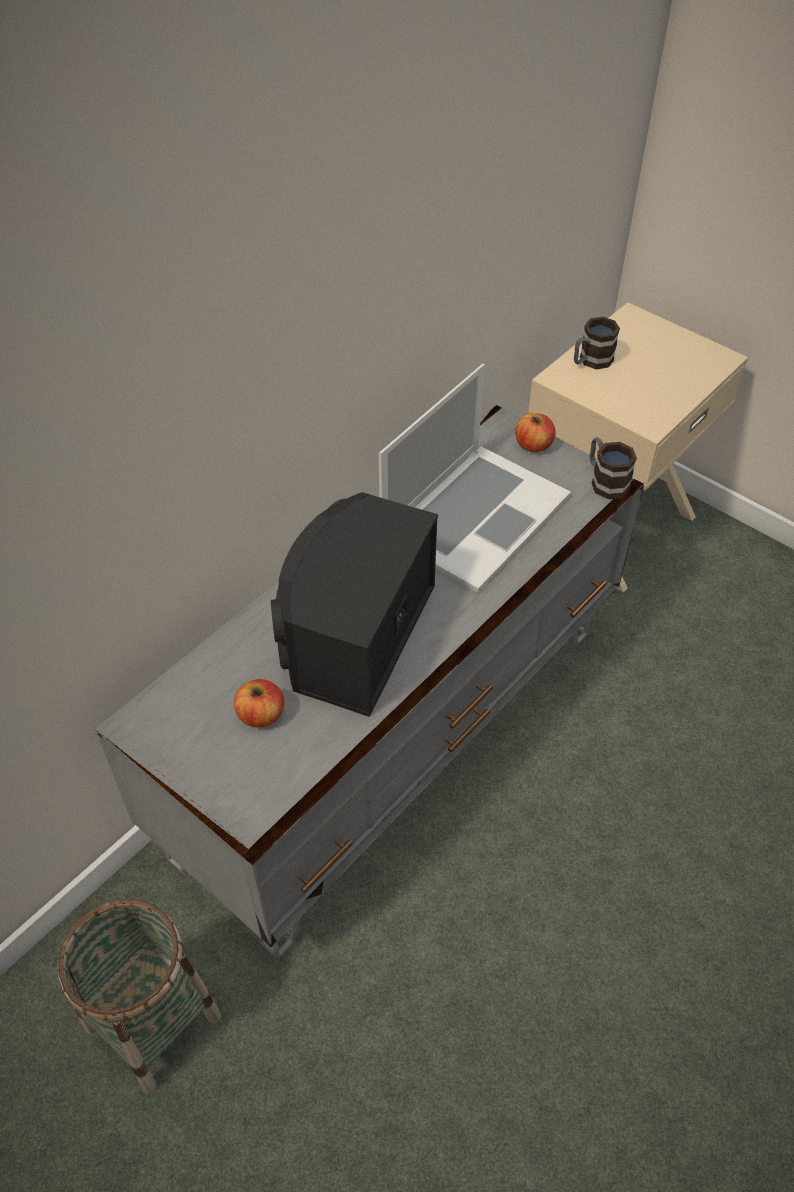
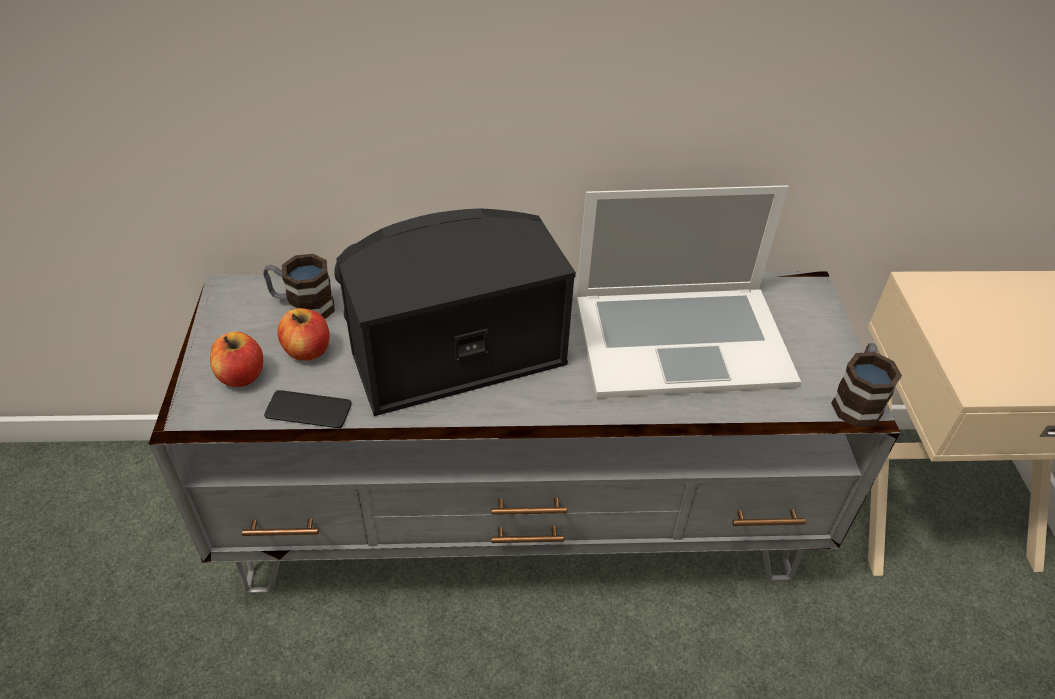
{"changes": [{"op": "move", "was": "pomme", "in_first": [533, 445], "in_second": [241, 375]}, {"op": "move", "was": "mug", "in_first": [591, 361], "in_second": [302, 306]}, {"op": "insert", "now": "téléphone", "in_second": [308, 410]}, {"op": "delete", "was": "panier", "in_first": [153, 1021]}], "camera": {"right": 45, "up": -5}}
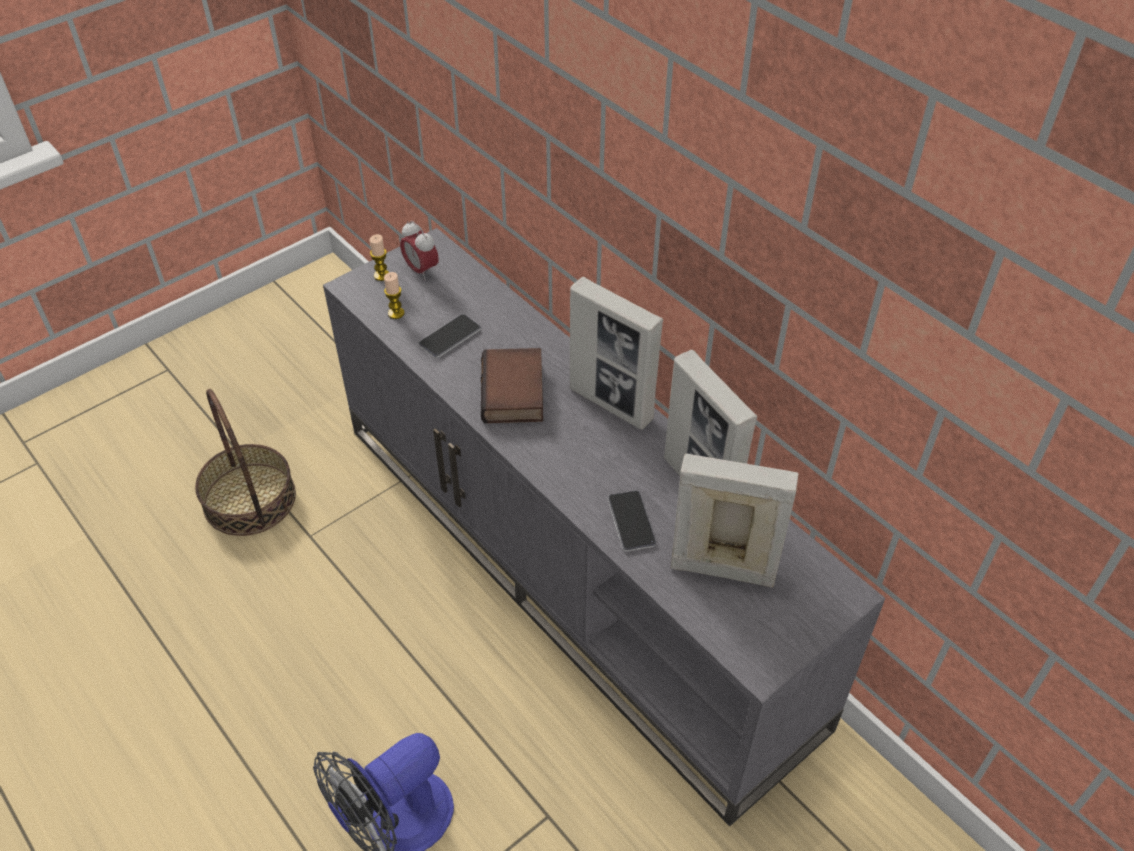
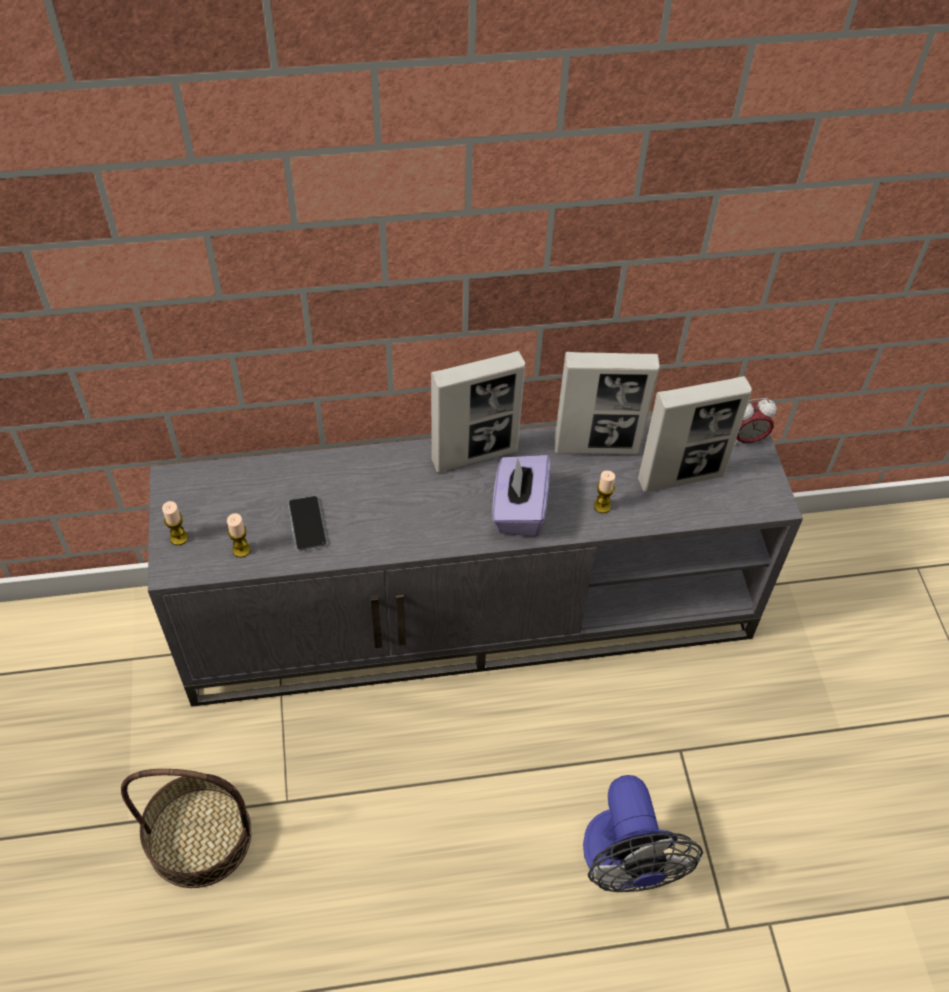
{"changes": [{"op": "insert", "now": "boîte à mouchoirs/violet", "in_second": [519, 510]}, {"op": "replace", "was": "téléphone", "now": "bougie", "in_first": [631, 521], "in_second": [602, 506]}, {"op": "rotate", "was": "cadre photo", "in_first": [722, 569], "in_second": [681, 477], "clockwise": -150}, {"op": "move", "was": "réveil", "in_first": [421, 270], "in_second": [746, 438]}, {"op": "delete", "was": "livre", "in_first": [515, 393]}], "camera": {"right": -60, "up": 5}}
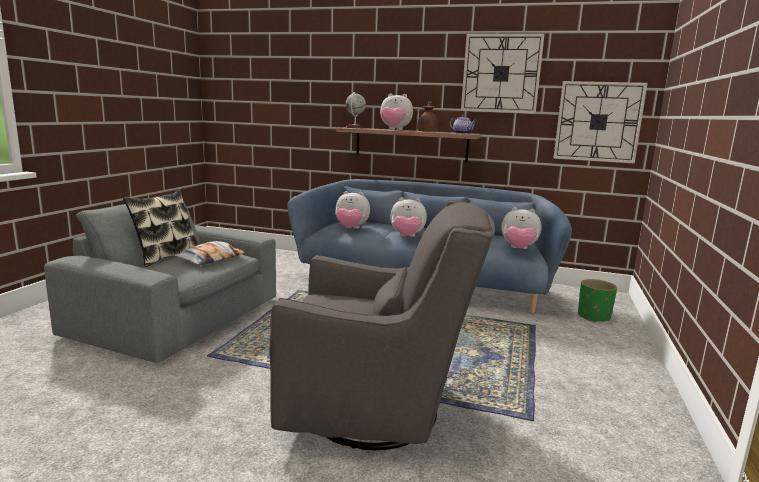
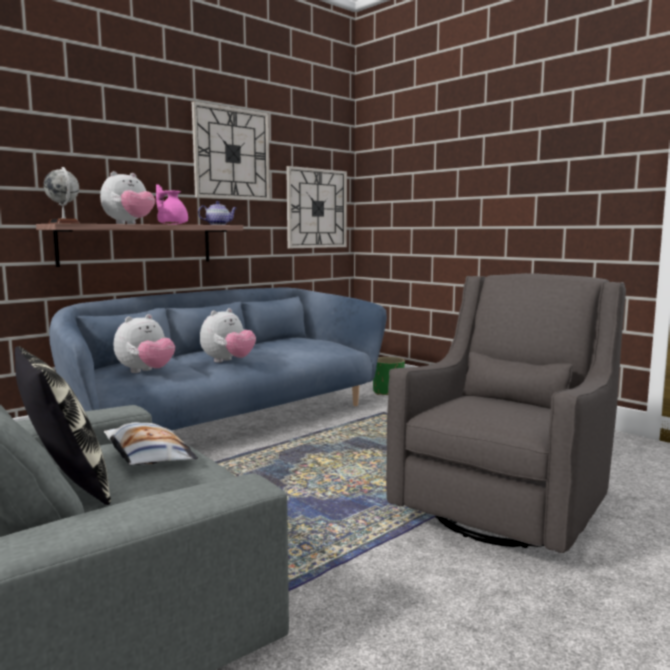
{"changes": [{"op": "recolor", "was": "théière/marron", "now": "théière/rose", "in_first": [428, 131], "in_second": [172, 224]}, {"op": "delete", "was": "peluche", "in_first": [518, 249]}], "camera": {"right": -60, "up": -5}}
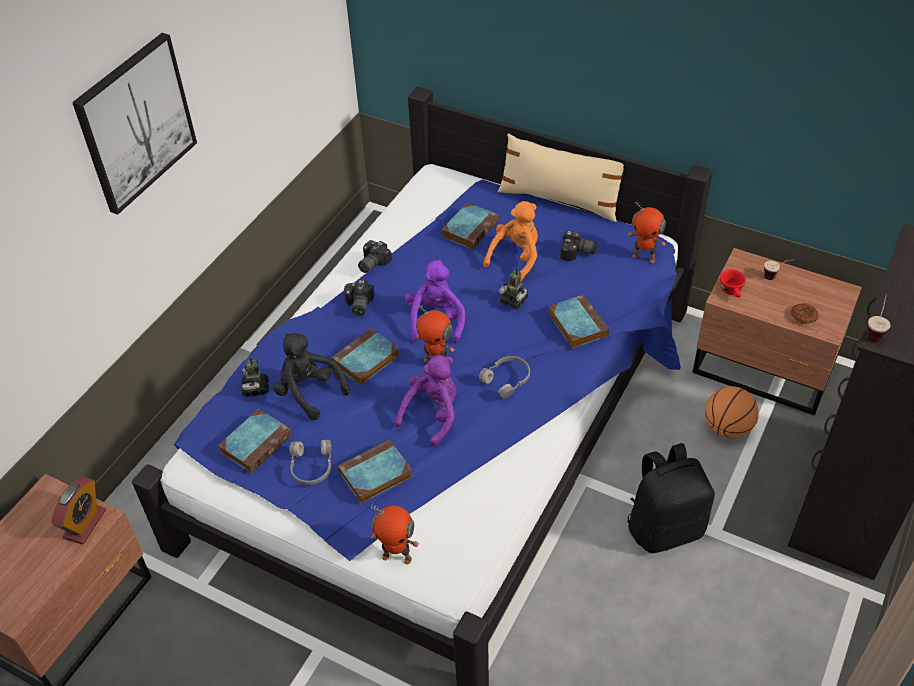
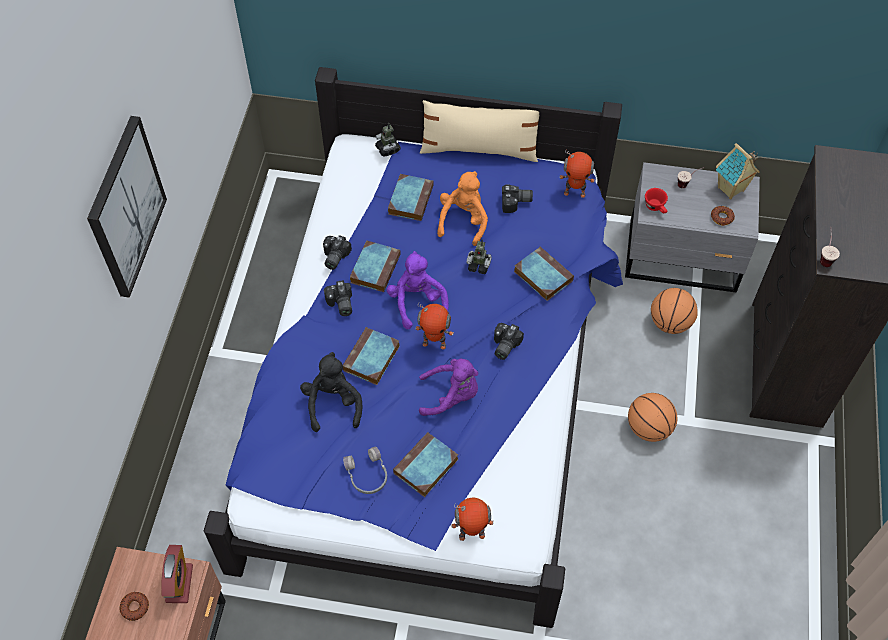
{"changes": [{"op": "insert", "now": "beignet", "in_second": [135, 607]}, {"op": "rotate", "was": "peluche/noir", "in_first": [309, 392], "in_second": [333, 403], "clockwise": 60}, {"op": "move", "was": "livre", "in_first": [256, 443], "in_second": [375, 268]}, {"op": "move", "was": "robot jouet", "in_first": [256, 388], "in_second": [388, 149]}, {"op": "rotate", "was": "peluche/violet", "in_first": [433, 415], "in_second": [451, 396], "clockwise": 75}, {"op": "replace", "was": "casque audio/gris", "now": "appareil photo", "in_first": [507, 380], "in_second": [503, 346]}, {"op": "recolor", "was": "table de chevet/marron", "now": "table de chevet/gris", "in_first": [765, 369], "in_second": [684, 258]}, {"op": "replace", "was": "sac à dos/noir", "now": "ballon de basket", "in_first": [665, 527], "in_second": [648, 428]}, {"op": "insert", "now": "maison miniature", "in_second": [731, 190]}], "camera": {"right": -20, "up": 10}}
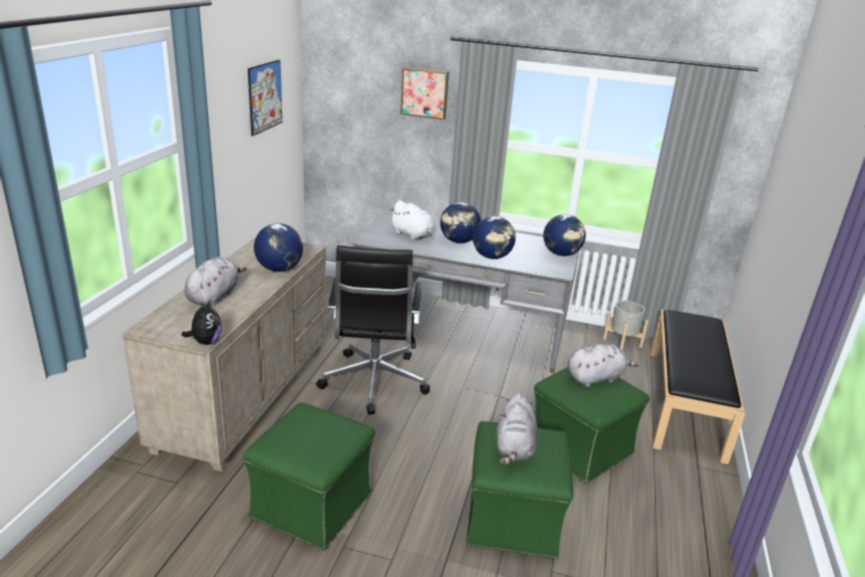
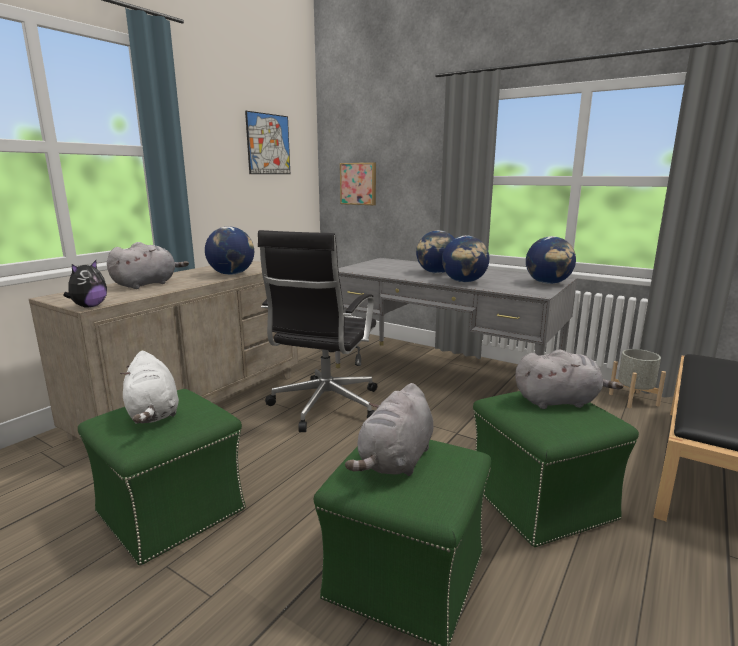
{"changes": [{"op": "move", "was": "peluche/blanc", "in_first": [413, 235], "in_second": [153, 414]}, {"op": "move", "was": "tableau", "in_first": [425, 92], "in_second": [359, 184]}], "camera": {"right": 20, "up": -10}}
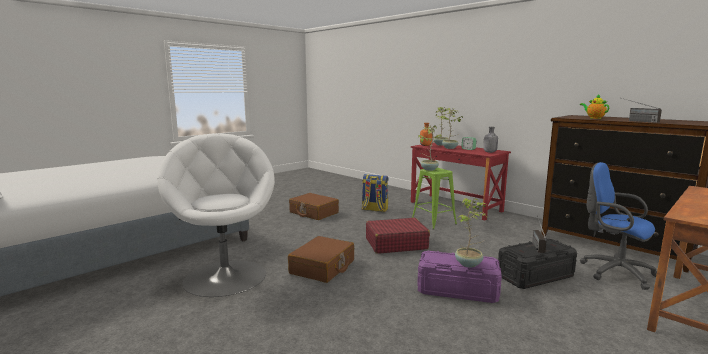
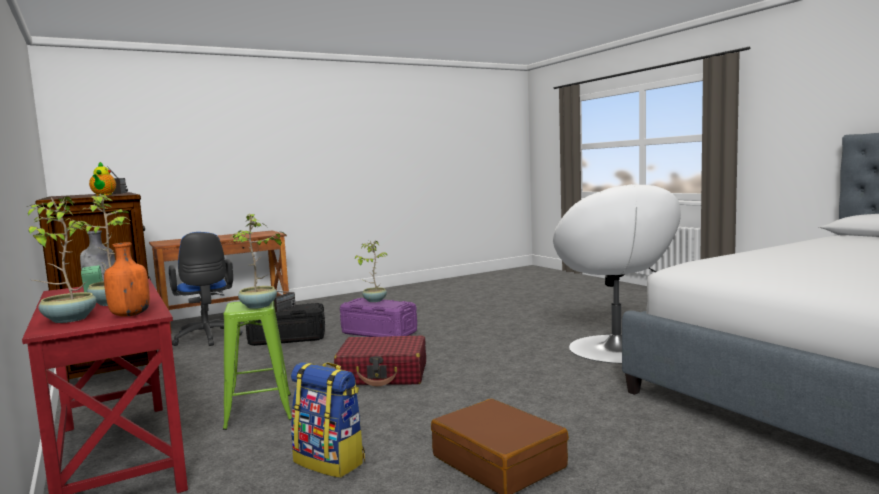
{"changes": [{"op": "delete", "was": "valise/marron", "in_first": [323, 267]}], "camera": {"right": -165, "up": -5}}
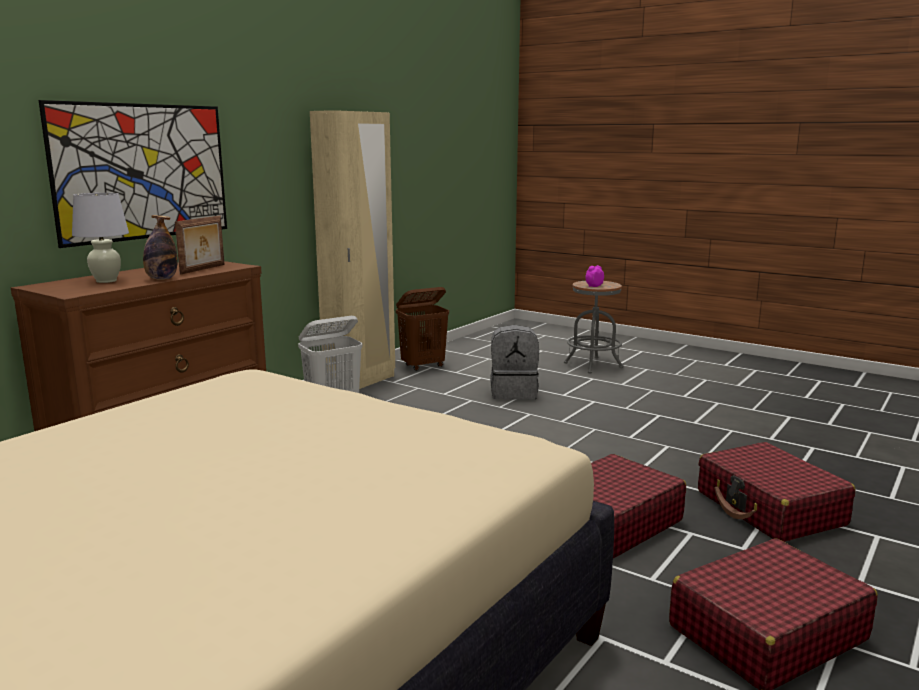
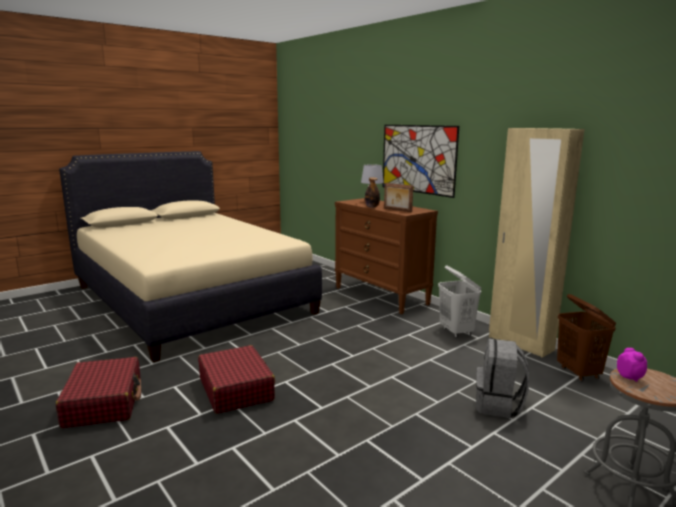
{"changes": [{"op": "delete", "was": "valise/rouge", "in_first": [770, 508]}], "camera": {"right": 105, "up": 0}}
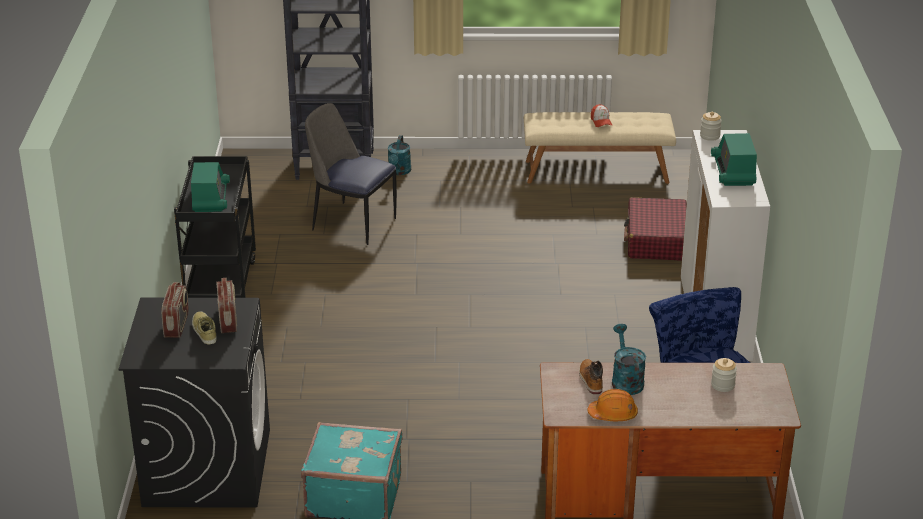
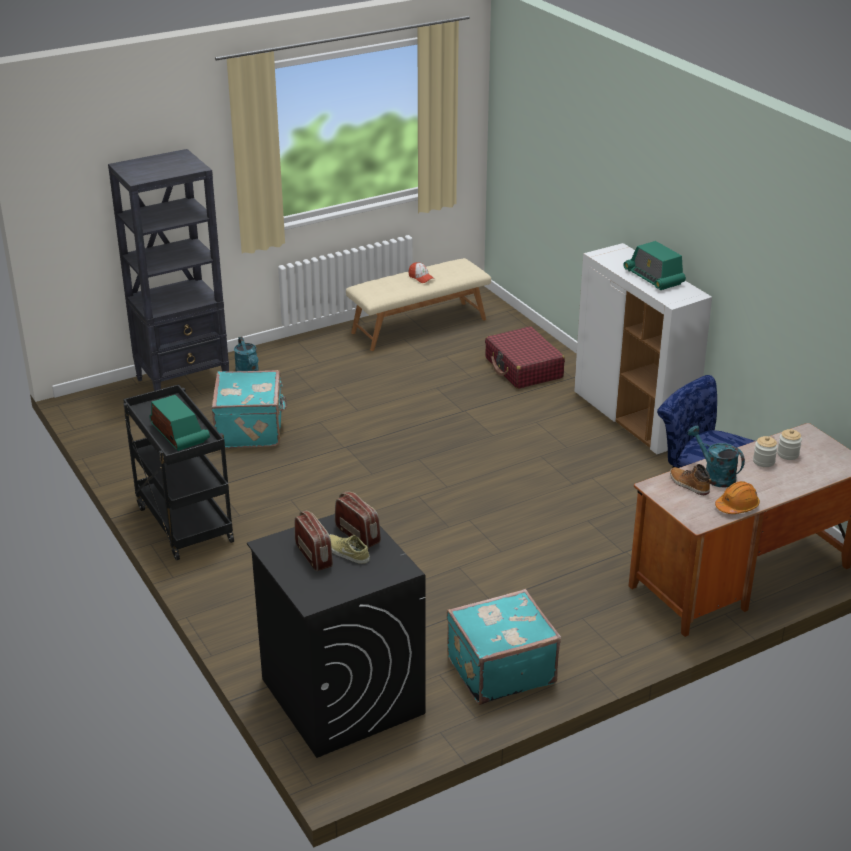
{"changes": [{"op": "replace", "was": "chaise", "now": "valise/turquoise", "in_first": [352, 223], "in_second": [251, 429]}, {"op": "move", "was": "bocal", "in_first": [709, 136], "in_second": [763, 461]}], "camera": {"right": -30, "up": 0}}
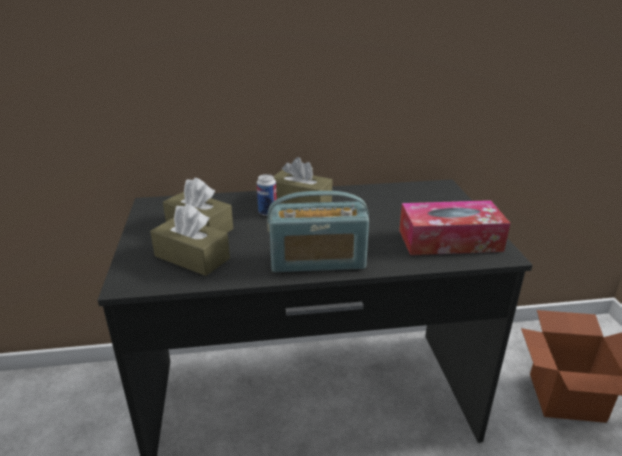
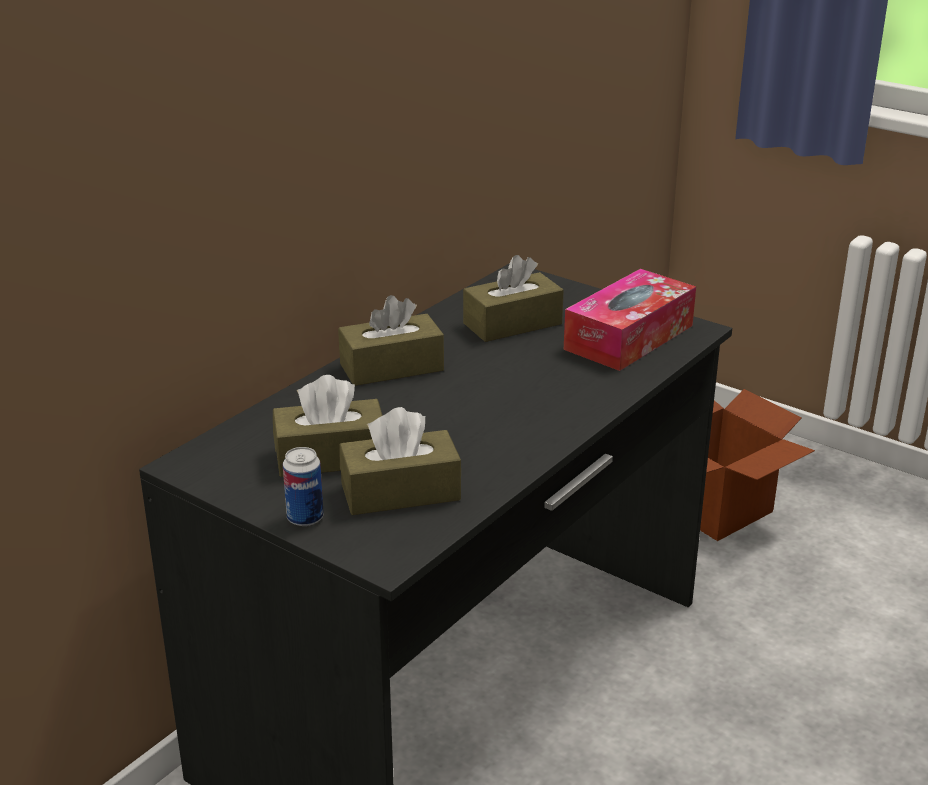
{"changes": [{"op": "move", "was": "boîte métallique", "in_first": [267, 212], "in_second": [305, 518]}, {"op": "insert", "now": "boîte à mouchoirs/marron", "in_second": [512, 324]}, {"op": "delete", "was": "radio", "in_first": [317, 260]}], "camera": {"right": -45, "up": 0}}
